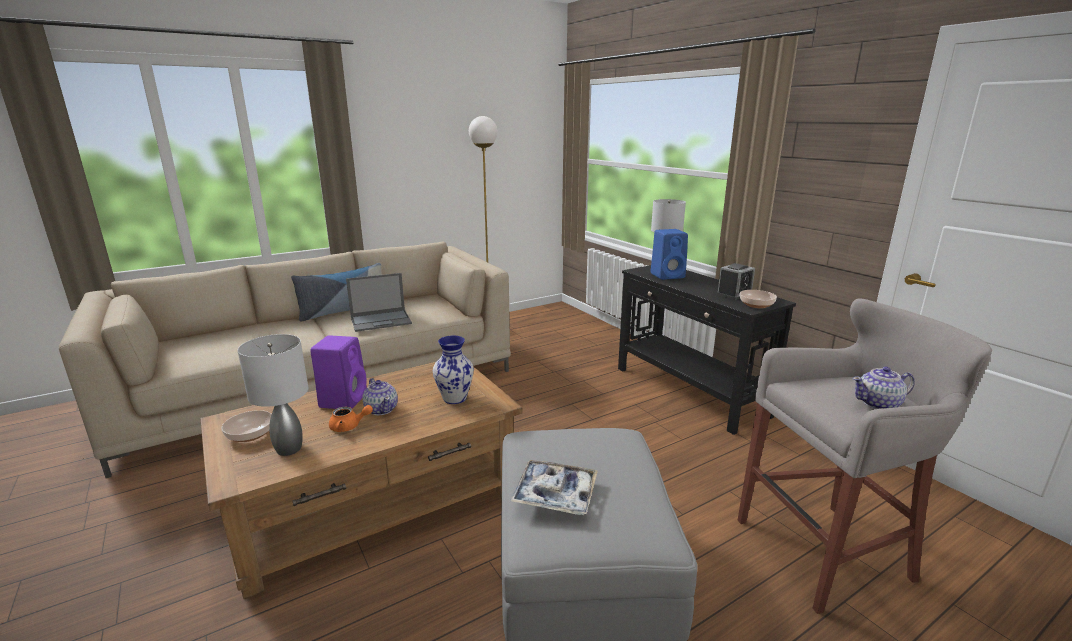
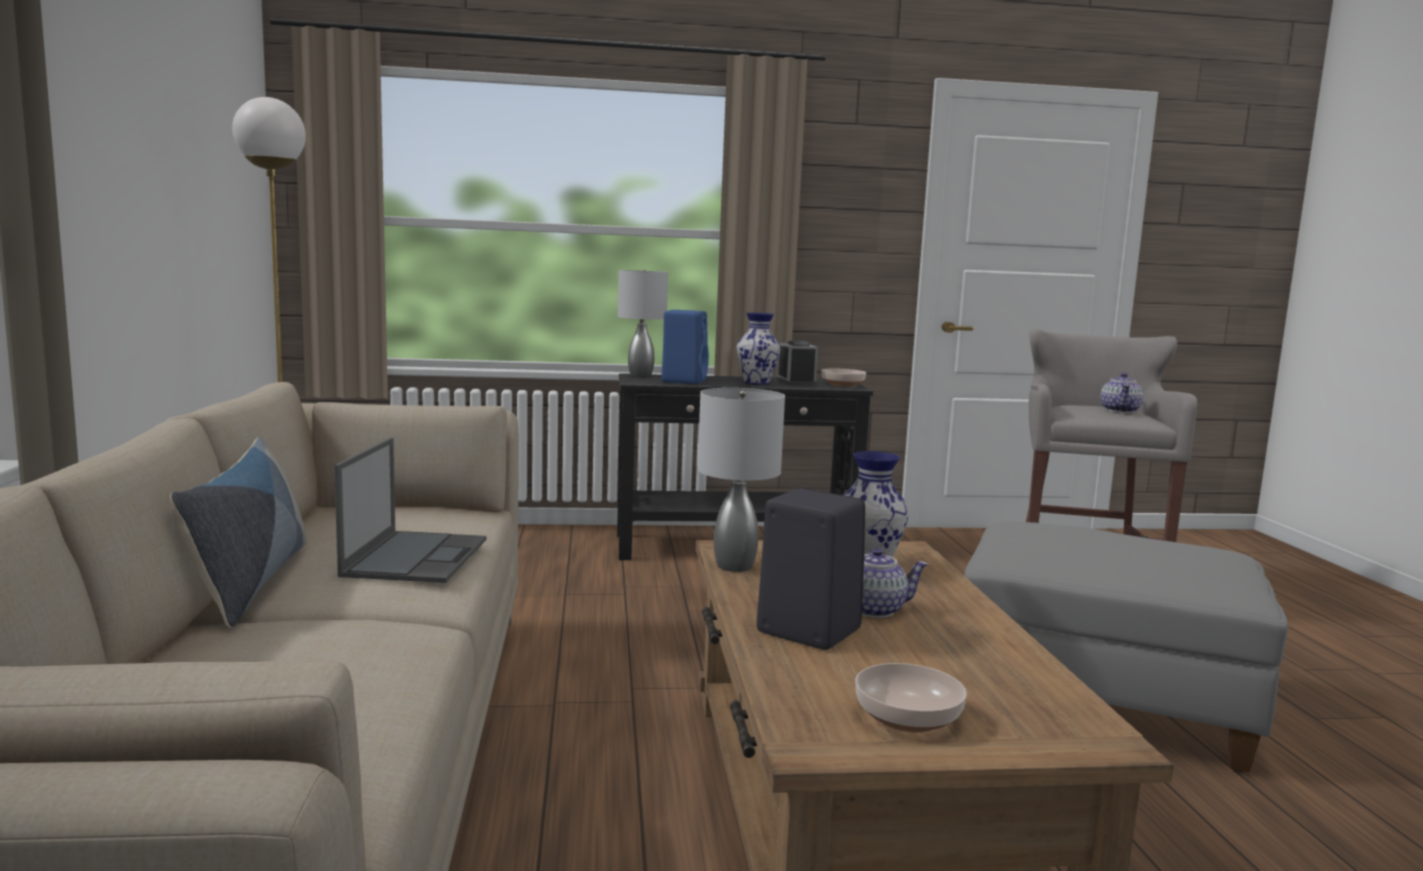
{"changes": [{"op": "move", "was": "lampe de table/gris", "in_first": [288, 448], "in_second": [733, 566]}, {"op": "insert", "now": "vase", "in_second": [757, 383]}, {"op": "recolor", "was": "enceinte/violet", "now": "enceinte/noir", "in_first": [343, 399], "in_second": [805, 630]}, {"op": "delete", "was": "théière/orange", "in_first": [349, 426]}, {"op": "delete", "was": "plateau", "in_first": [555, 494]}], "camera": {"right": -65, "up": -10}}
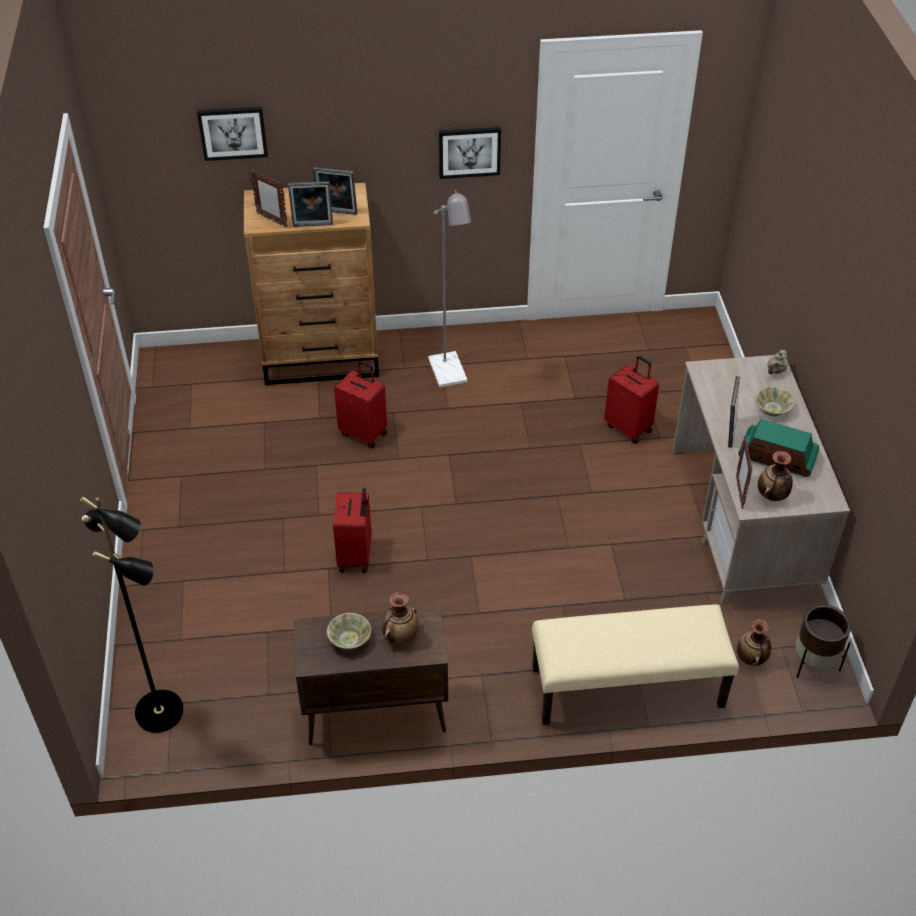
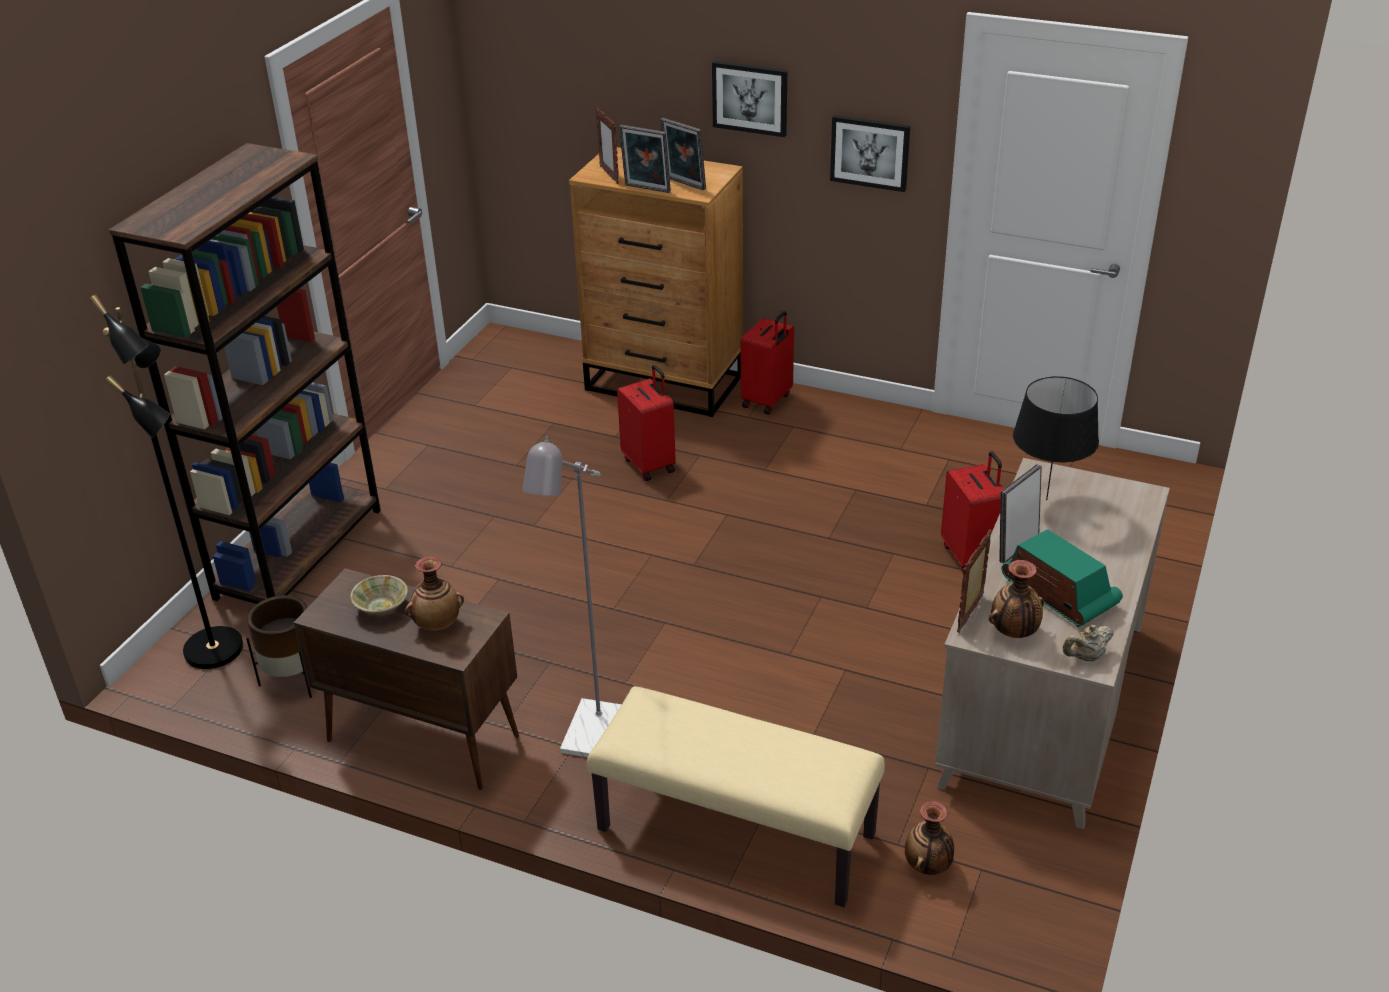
{"changes": [{"op": "insert", "now": "bibliothèque/marron", "in_second": [299, 553]}, {"op": "move", "was": "cache-pot/marron", "in_first": [814, 664], "in_second": [293, 681]}, {"op": "move", "was": "lampadaire/gris", "in_first": [450, 376], "in_second": [590, 742]}, {"op": "move", "was": "tableau", "in_first": [233, 132], "in_second": [750, 98]}, {"op": "move", "was": "valise/rouge", "in_first": [356, 556], "in_second": [768, 401]}, {"op": "insert", "now": "lampe de table/noir", "in_second": [1047, 499]}, {"op": "move", "was": "théière/beige", "in_first": [775, 371], "in_second": [1085, 657]}, {"op": "delete", "was": "bol/beige", "in_first": [772, 409]}], "camera": {"right": 30, "up": -10}}
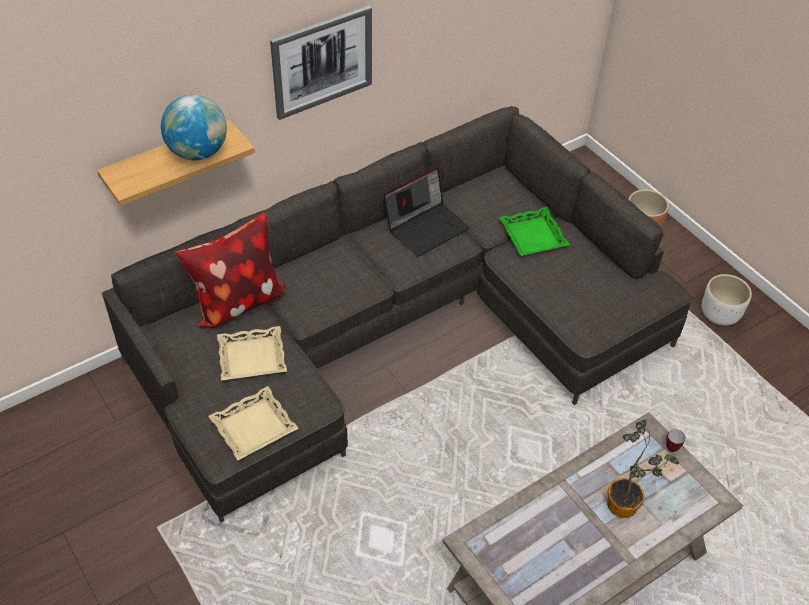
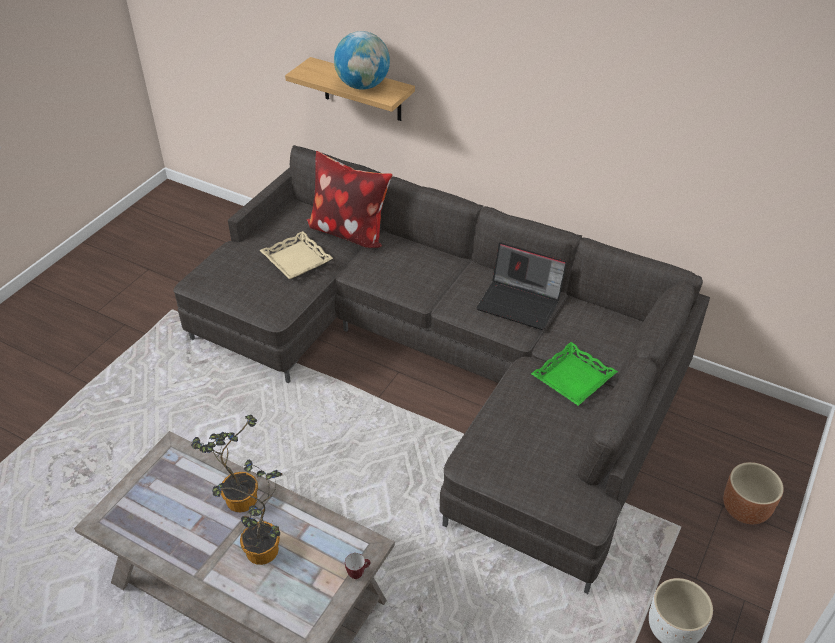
{"changes": [{"op": "insert", "now": "plante en pot", "in_second": [237, 497]}, {"op": "delete", "was": "plateau/beige", "in_first": [253, 426]}, {"op": "delete", "was": "tableau", "in_first": [322, 62]}], "camera": {"right": 65, "up": -5}}
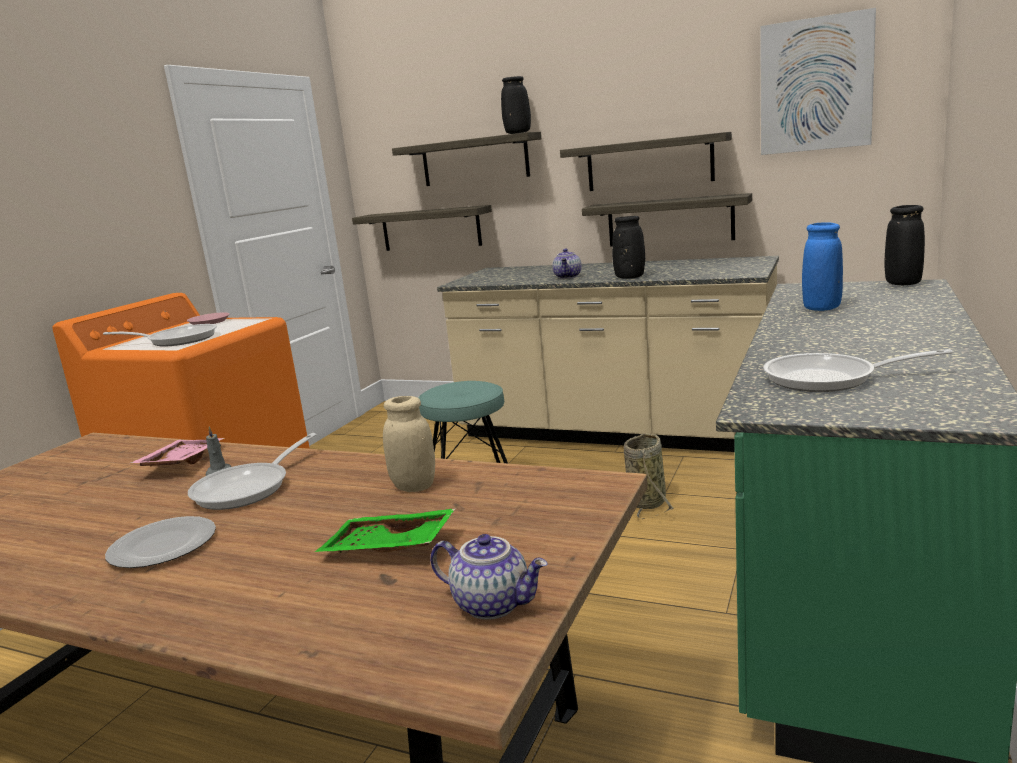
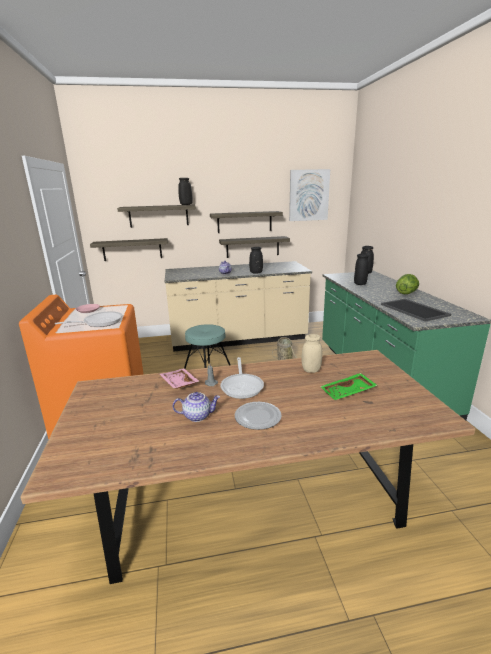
{"changes": [{"op": "move", "was": "théière", "in_first": [493, 603], "in_second": [197, 416]}, {"op": "recolor", "was": "vase/bleu", "now": "vase/noir", "in_first": [822, 308], "in_second": [360, 284]}, {"op": "replace", "was": "poêle", "now": "plateau", "in_first": [829, 379], "in_second": [415, 310]}, {"op": "insert", "now": "laitue", "in_second": [406, 293]}], "camera": {"right": -35, "up": 5}}
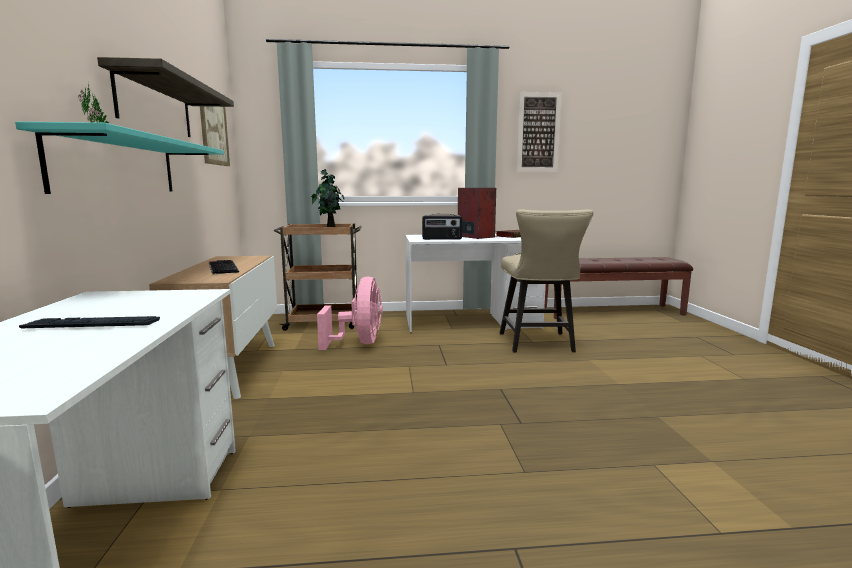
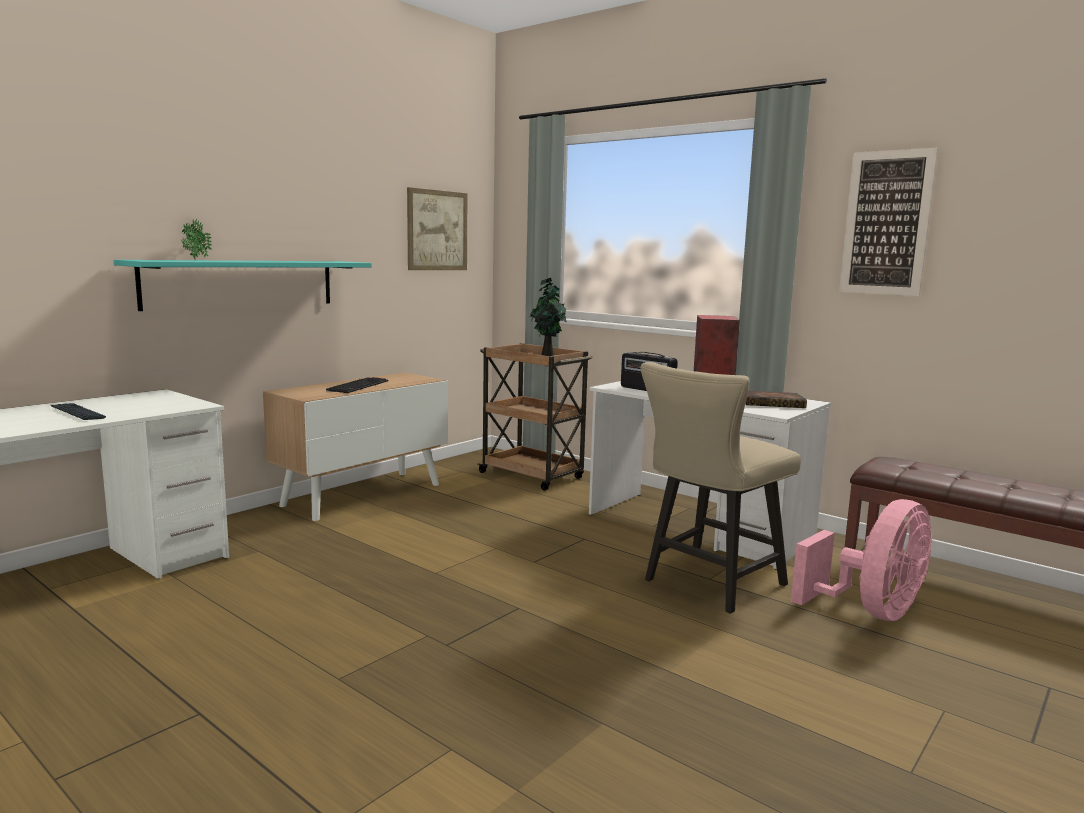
{"changes": [{"op": "move", "was": "ventilateur/rose", "in_first": [359, 343], "in_second": [871, 612]}, {"op": "delete", "was": "étagère", "in_first": [155, 106]}], "camera": {"right": 45, "up": 0}}
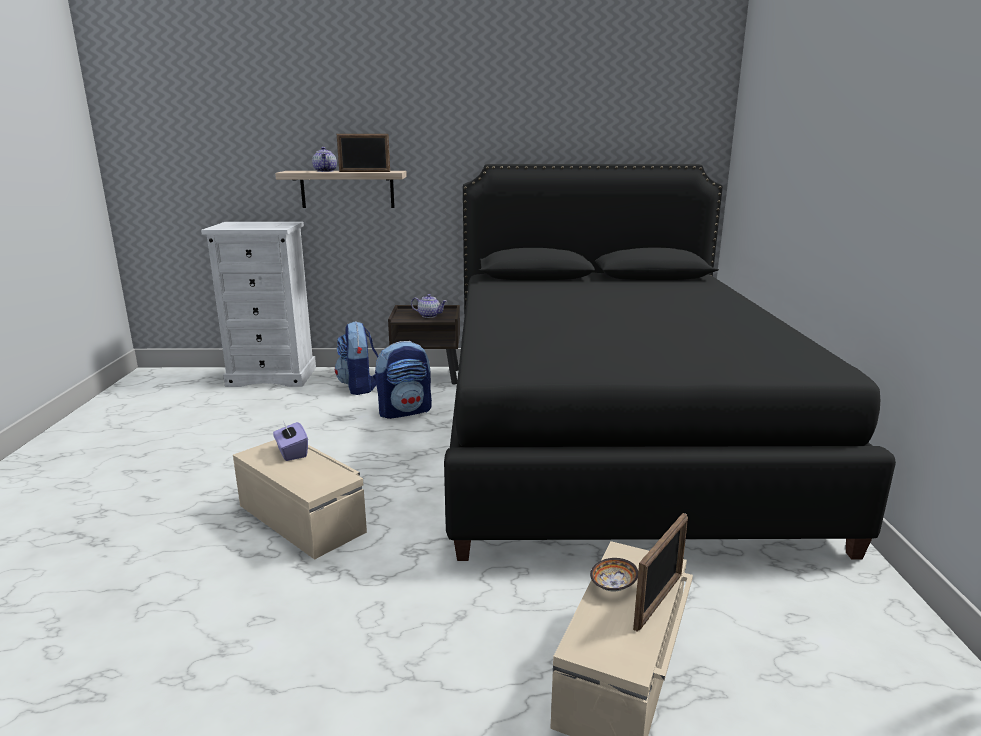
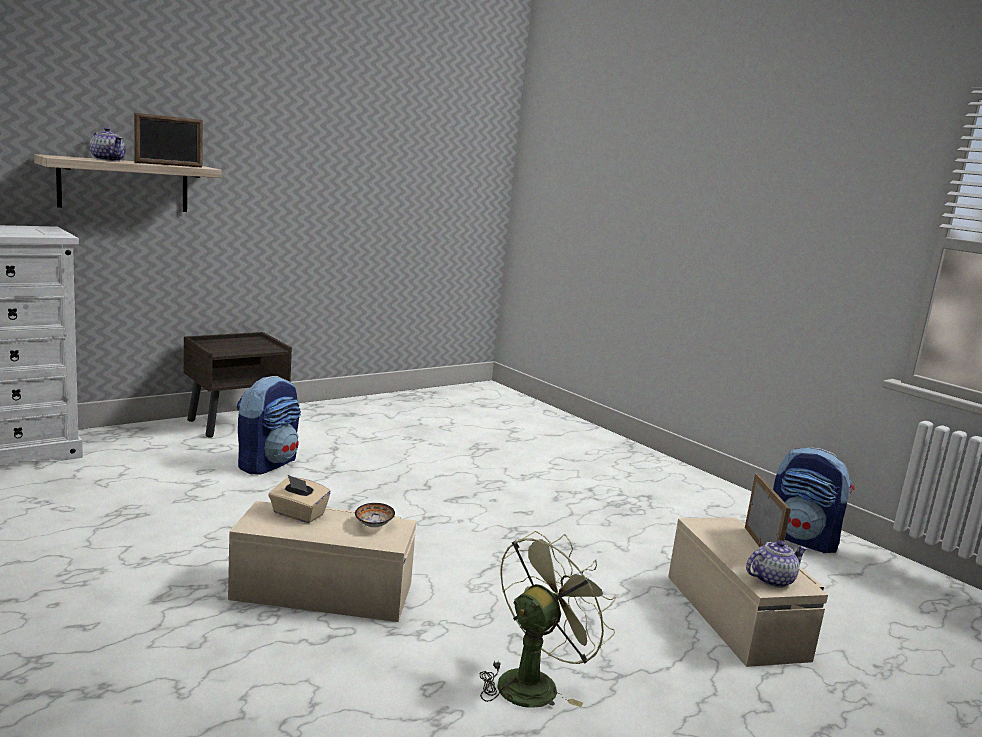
{"changes": [{"op": "recolor", "was": "boîte à mouchoirs/violet", "now": "boîte à mouchoirs/beige", "in_first": [291, 452], "in_second": [298, 514]}, {"op": "move", "was": "bol", "in_first": [614, 585], "in_second": [375, 525]}, {"op": "insert", "now": "ventilateur/vert", "in_second": [534, 682]}, {"op": "move", "was": "théière", "in_first": [429, 315], "in_second": [772, 580]}, {"op": "move", "was": "sac à dos", "in_first": [360, 387], "in_second": [802, 540]}, {"op": "delete", "was": "lit/noir", "in_first": [609, 437]}], "camera": {"right": -40, "up": -5}}
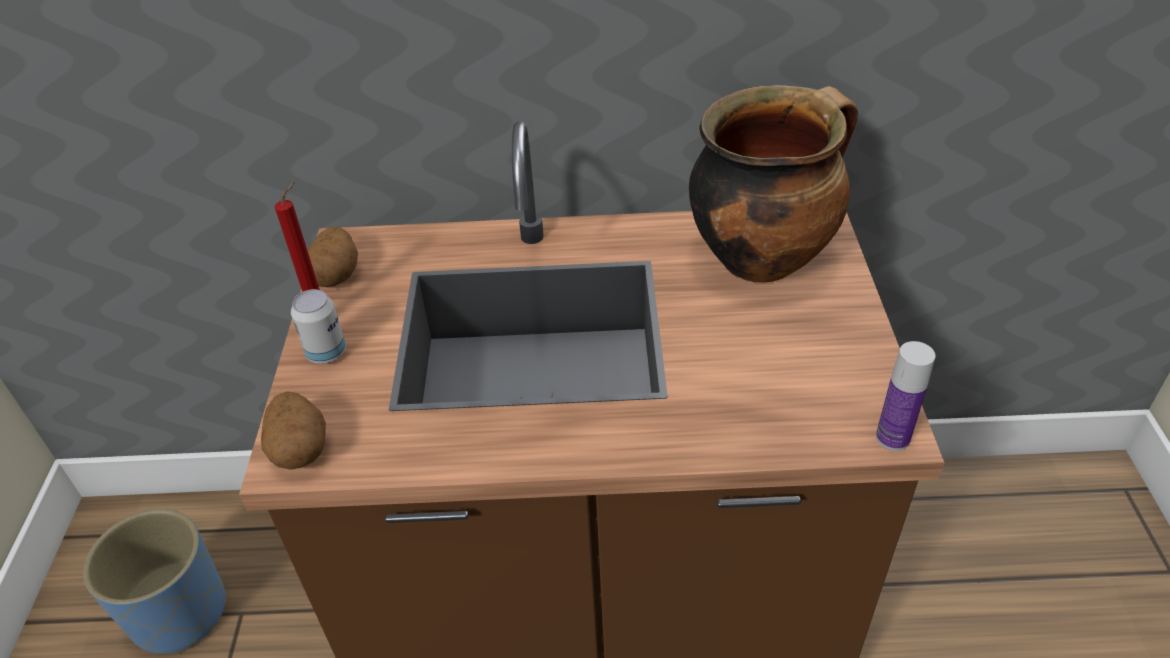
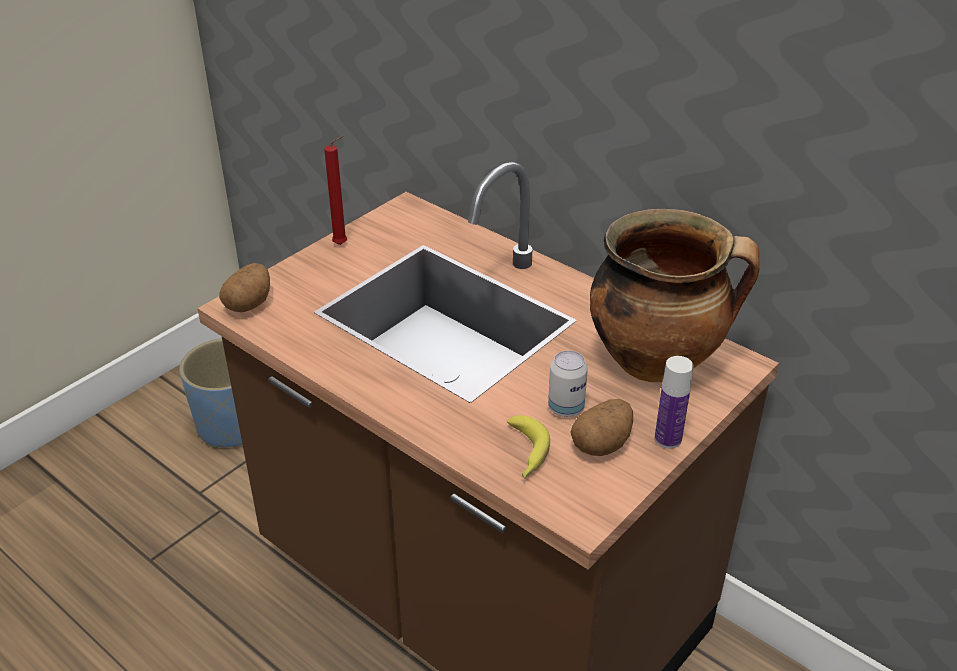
{"changes": [{"op": "insert", "now": "banane", "in_second": [526, 454]}, {"op": "move", "was": "boîte métallique", "in_first": [326, 353], "in_second": [566, 408]}, {"op": "move", "was": "pomme de terre", "in_first": [336, 275], "in_second": [602, 444]}, {"op": "move", "was": "bouteille", "in_first": [892, 438], "in_second": [668, 439]}], "camera": {"right": 40, "up": -5}}
